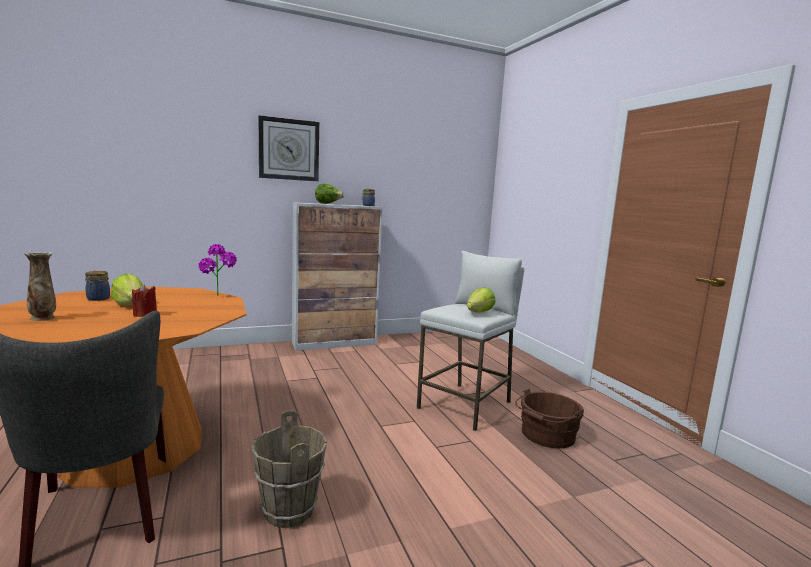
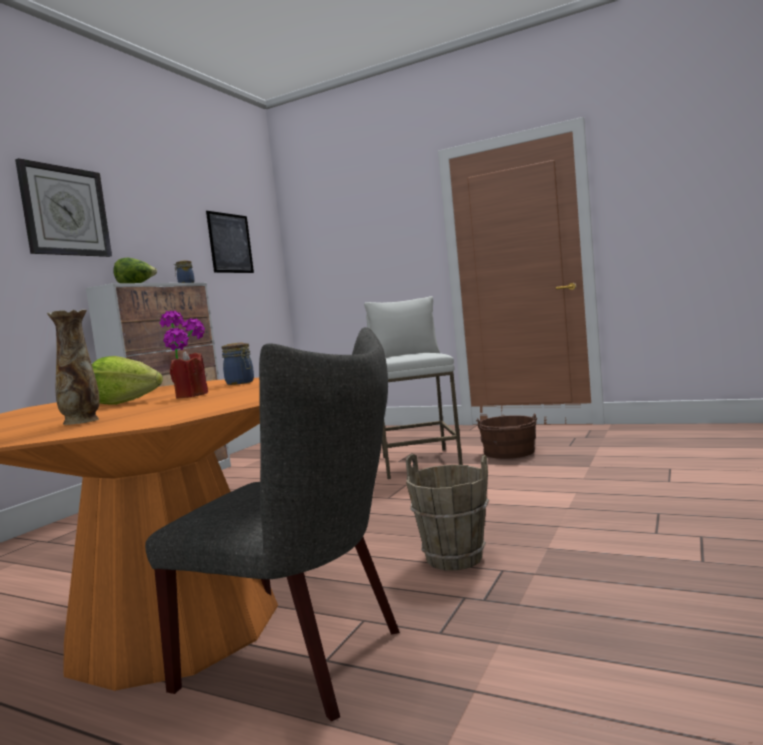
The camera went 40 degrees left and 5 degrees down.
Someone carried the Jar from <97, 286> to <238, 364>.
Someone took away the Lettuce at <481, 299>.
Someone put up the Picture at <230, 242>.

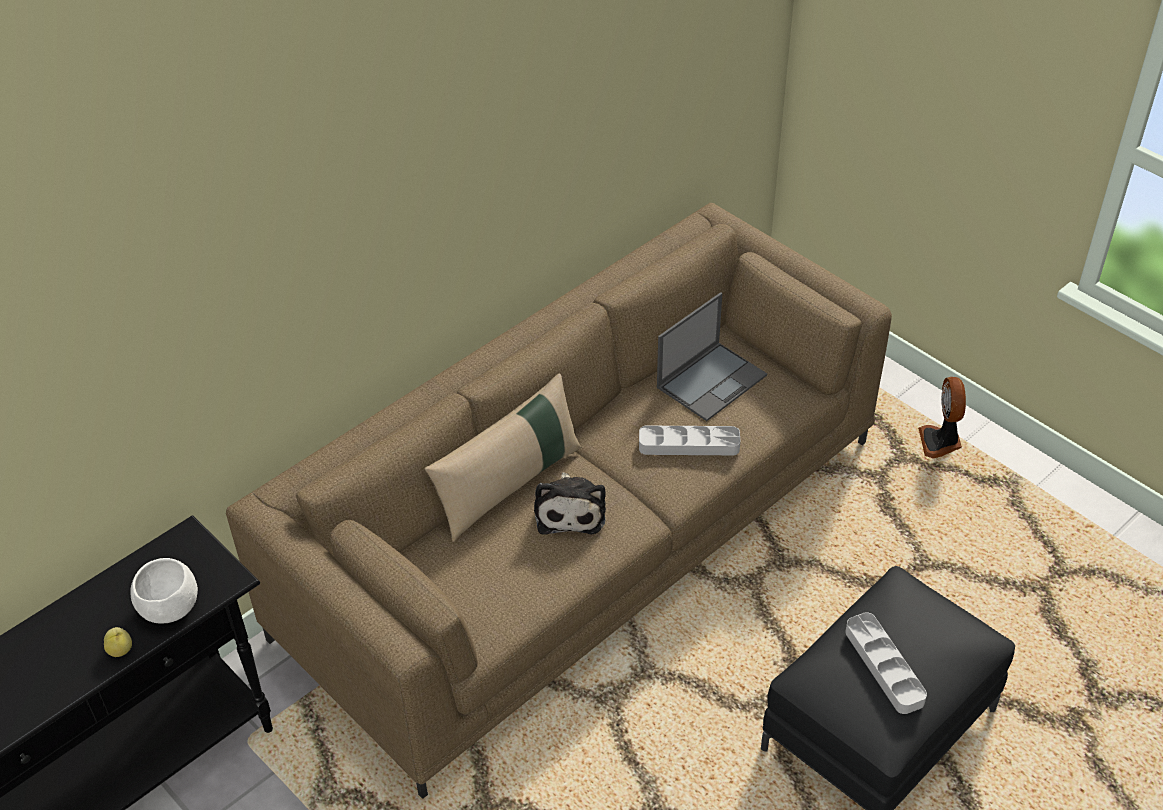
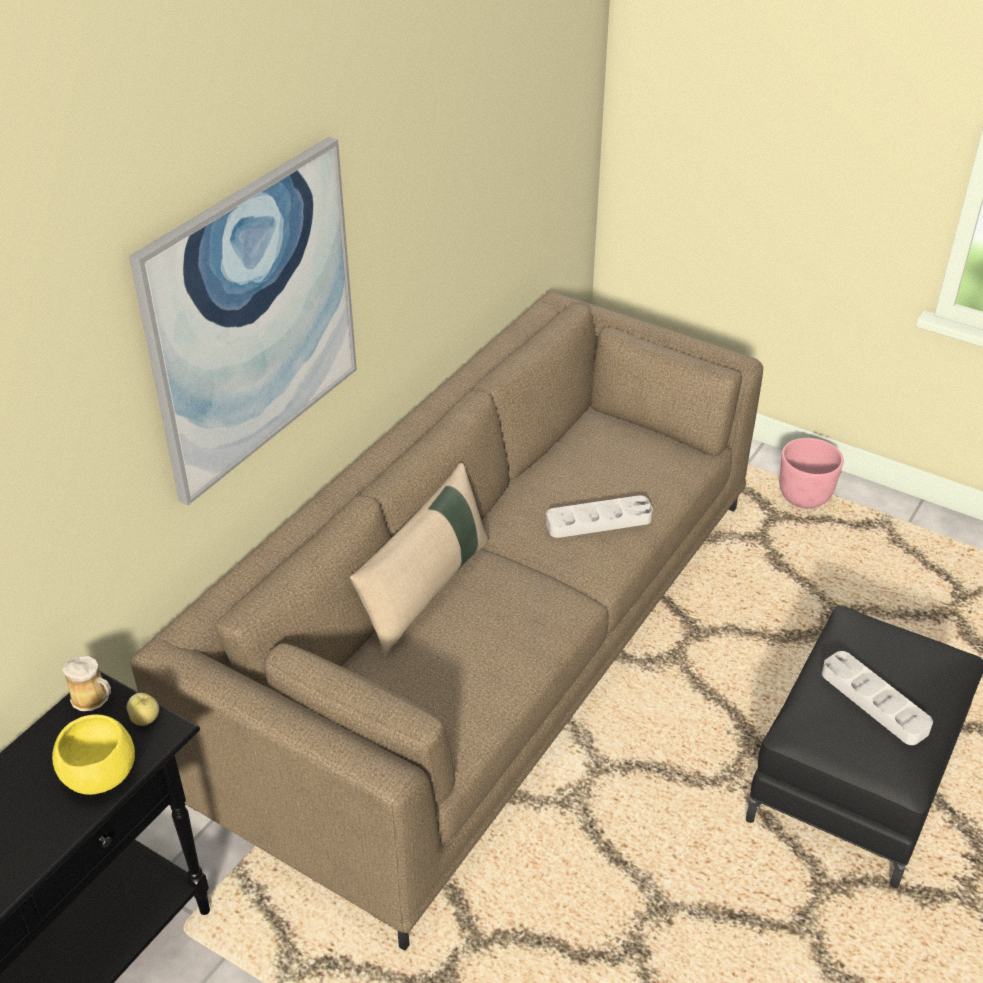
The camera went 15 degrees left and 5 degrees down.
Someone took away the Laptop at <712, 356>.
Someone swapped the Fan at <942, 417> for the PinkPlanter at <811, 473>.
Someone took away the PlushToy at <570, 503>.
Someone repainted the WhiteBowl at <164, 591>, which became the YellowBowl at <93, 754>.
Someone carried the Apple from <118, 642> to <143, 709>.
Someone put up the Picture at <243, 321>.
Someone put down the Mug at <86, 683>.

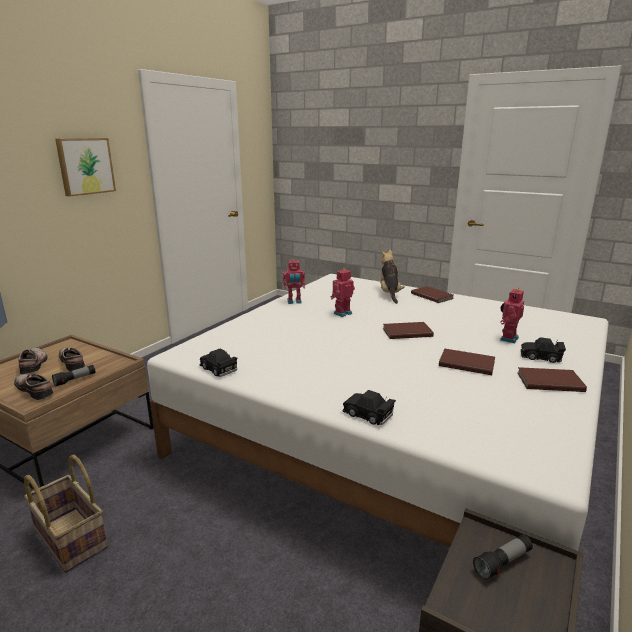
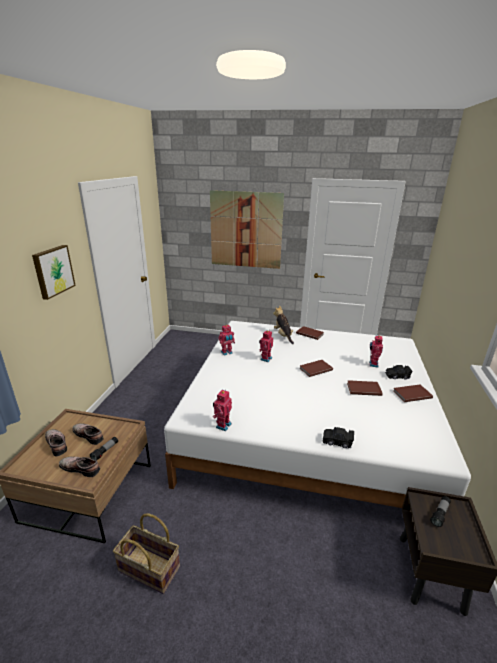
The camera went 20 degrees left and 5 degrees up.
Someone swapped the BlackToyCar at <218, 363> for the ToyRobot at <222, 410>.
Someone put up the Picture at <247, 229>.

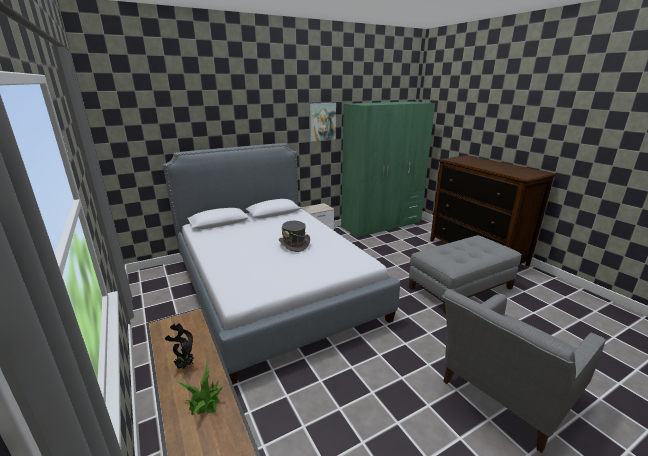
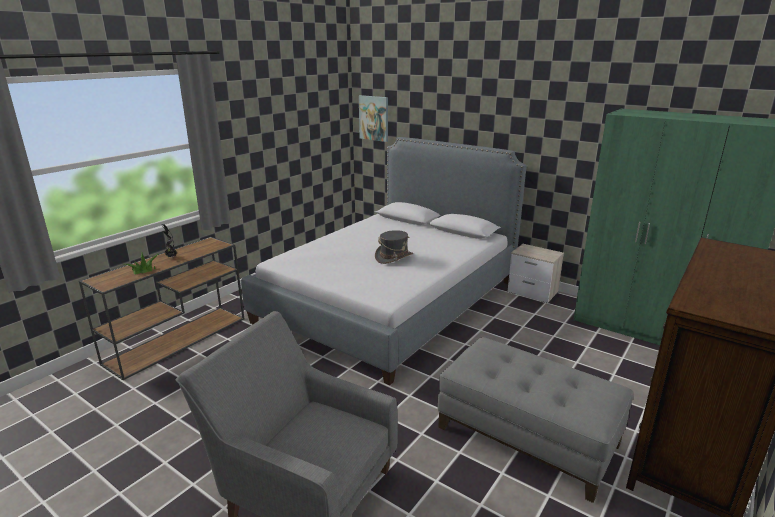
The camera went 65 degrees right and 0 degrees up.
Someone carried the Picture from <322, 122> to <373, 118>.

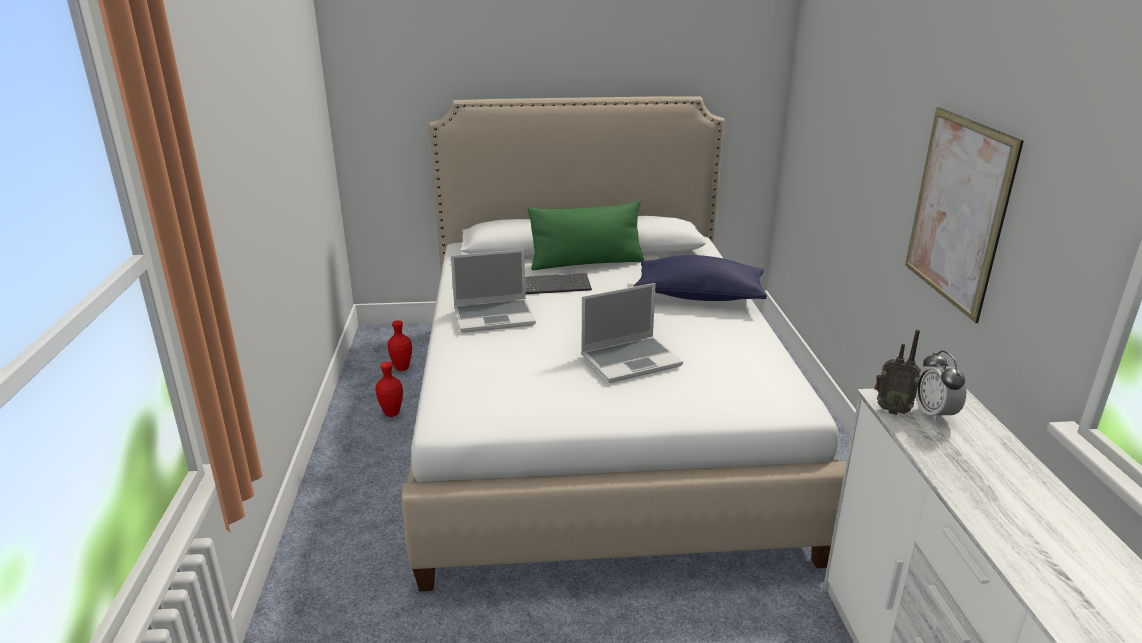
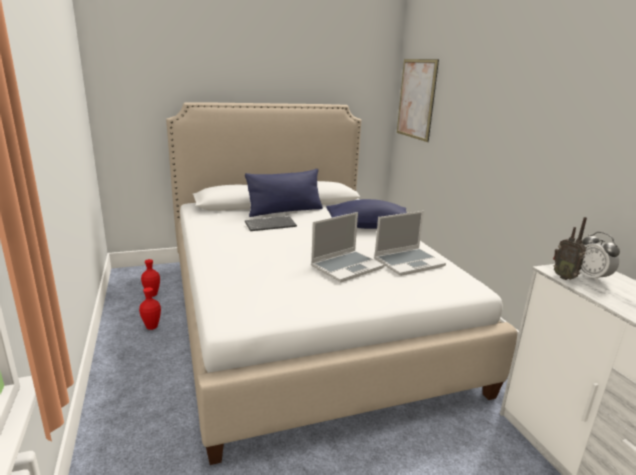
The camera went 15 degrees left and 5 degrees down.
Someone carried the Picture from <964, 215> to <418, 100>.
Someone repainted the GreenPillow at <586, 235>, which became the BluePillow at <284, 193>.
Someone carried the Laptop from <493, 291> to <410, 243>.
Someone rotated the Radio at <897, 372> by 45 degrees clockwise.

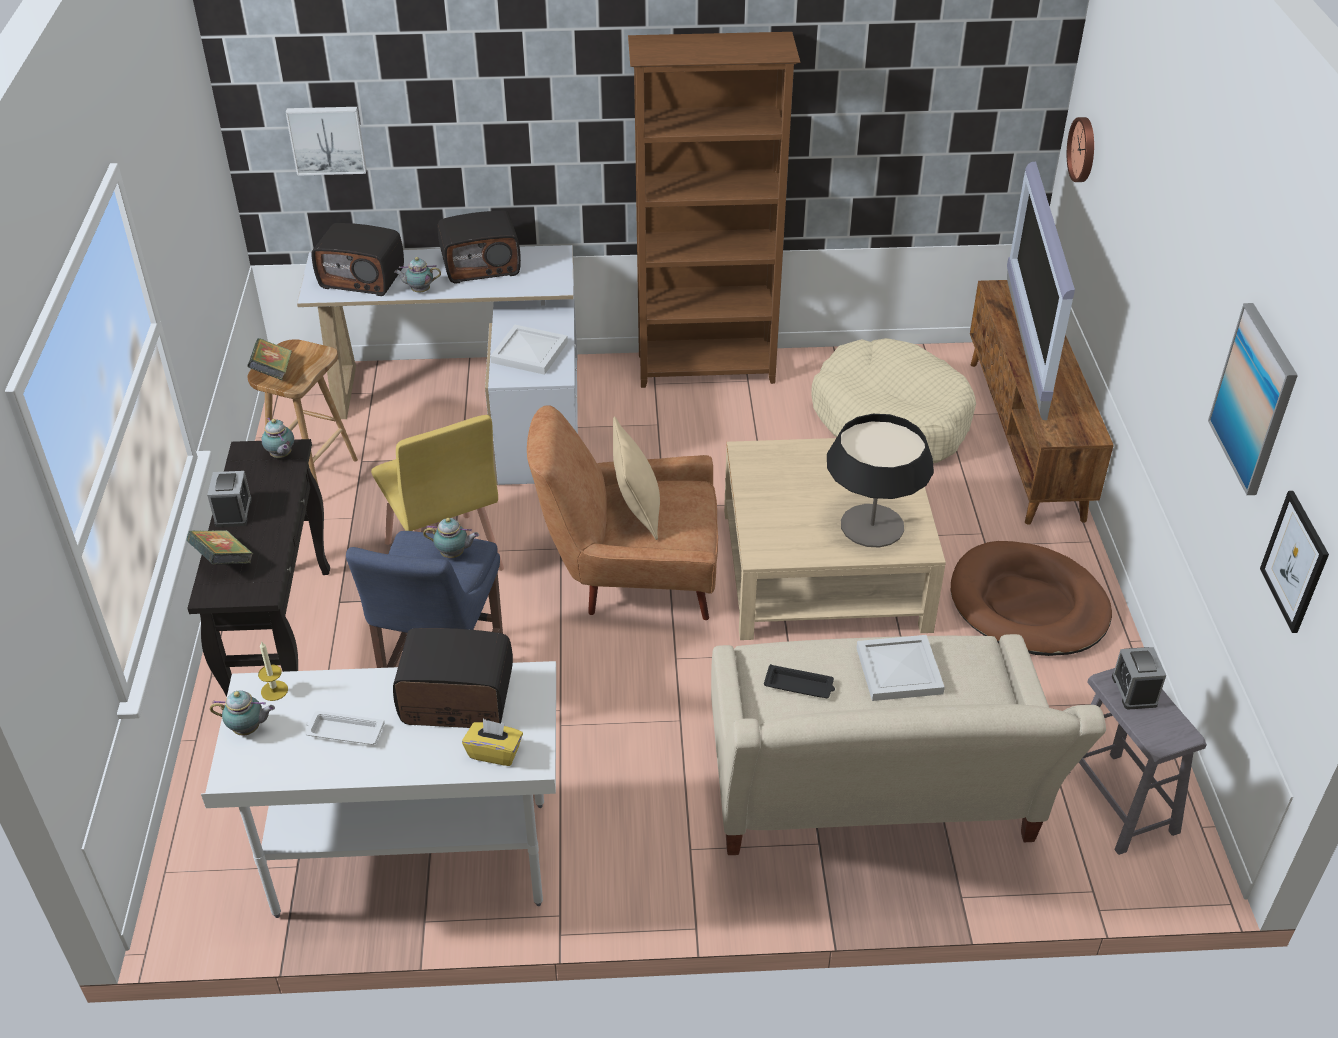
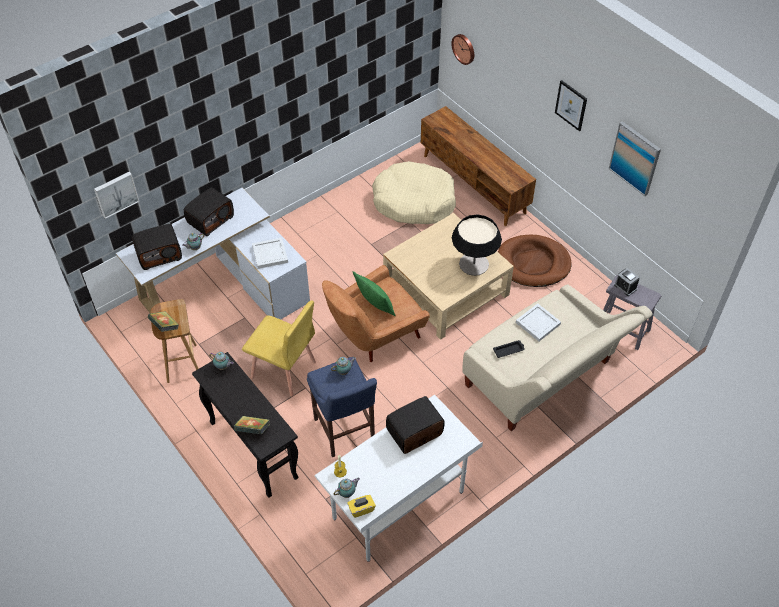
The camera went 35 degrees left and 10 degrees up.
Someone took away the BrownBookcase at <714, 210>.
Someone took away the Television at <1041, 291>.
Someone repainted the BeigePillow at <636, 478>, which became the GreenPillow at <374, 293>.
Someone took away the AlarmClock at <229, 499>.
Someone carried the Picture from <1294, 562> to <571, 105>.
Someone took away the WhiteTray at <345, 728>.
Someone carried the YellowTissueBox from <492, 742> to <361, 506>.

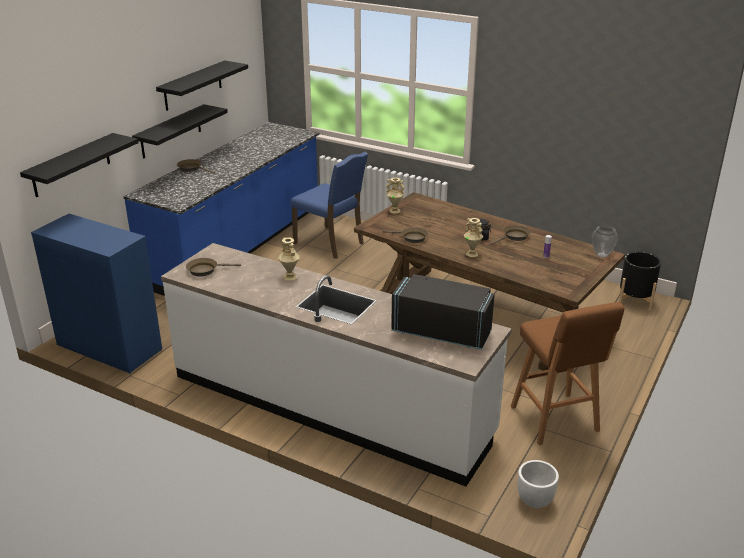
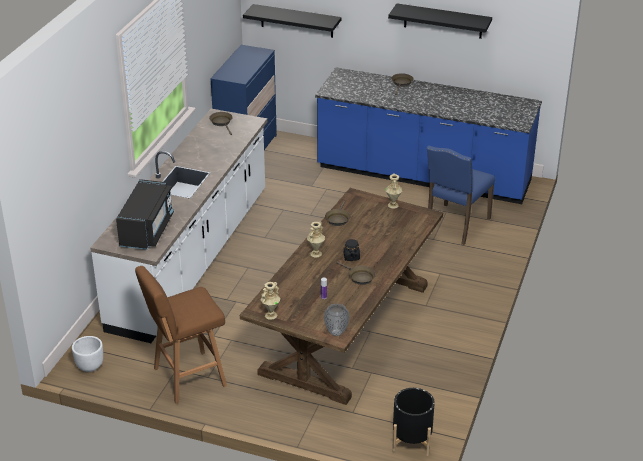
The camera went 80 degrees right and 5 degrees up.
Someone took away the BlackShelf at <180, 131>.
Someone carried the BeigeVase from <289, 259> to <271, 301>.

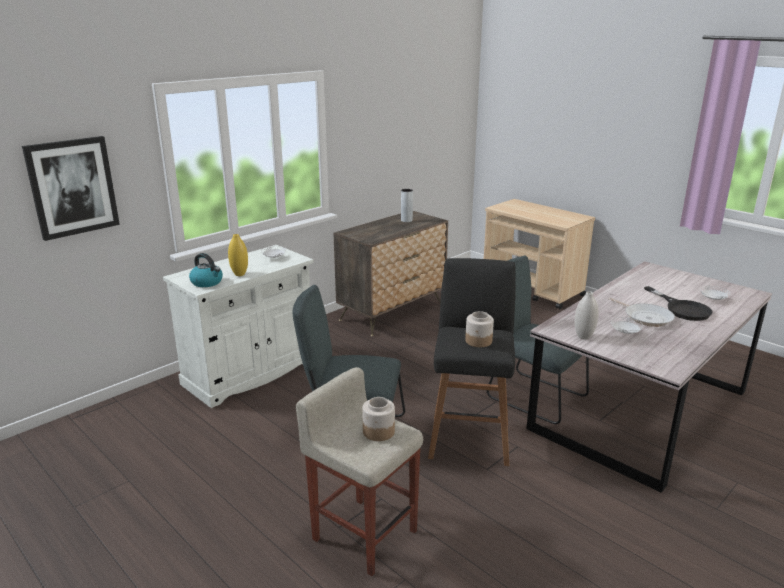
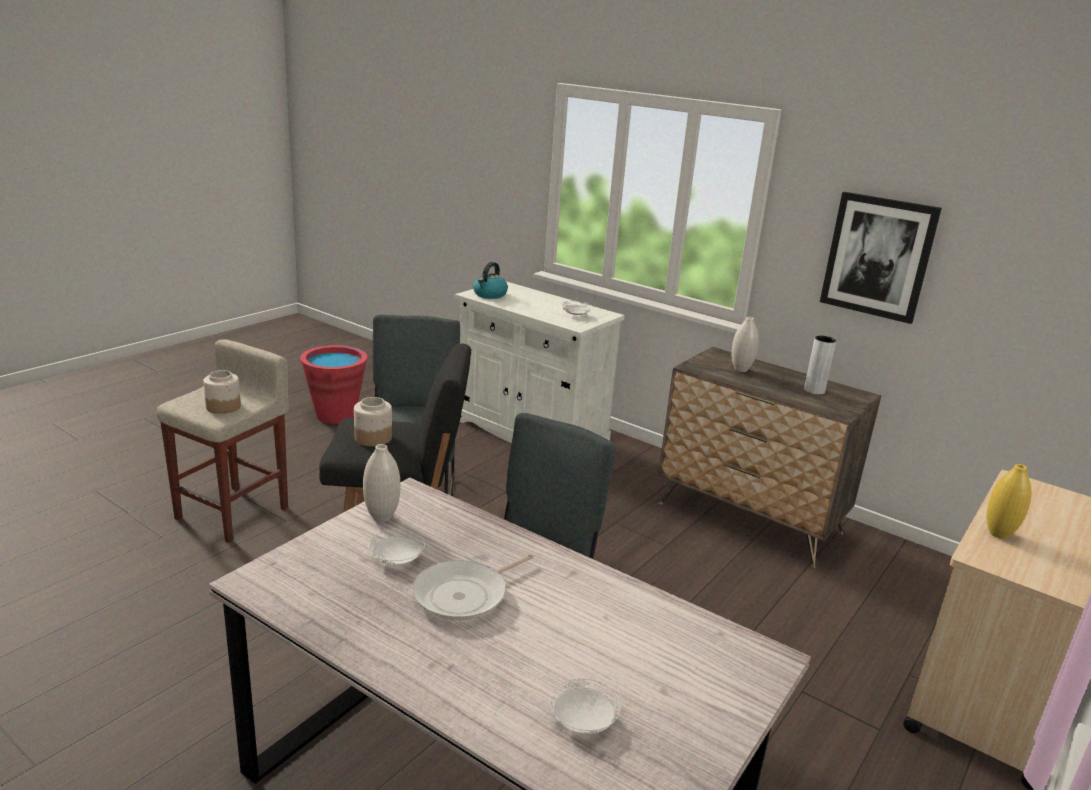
The camera went 80 degrees right and 0 degrees up.
Someone carried the Picture from <71, 188> to <881, 258>.
Someone carried the YellowVase from <238, 255> to <1009, 501>.
Someone took away the BlackFryingPan at <678, 303>.
Someone put down the WhiteVase at <745, 344>.
Someone put down the RedBucket at <333, 384>.

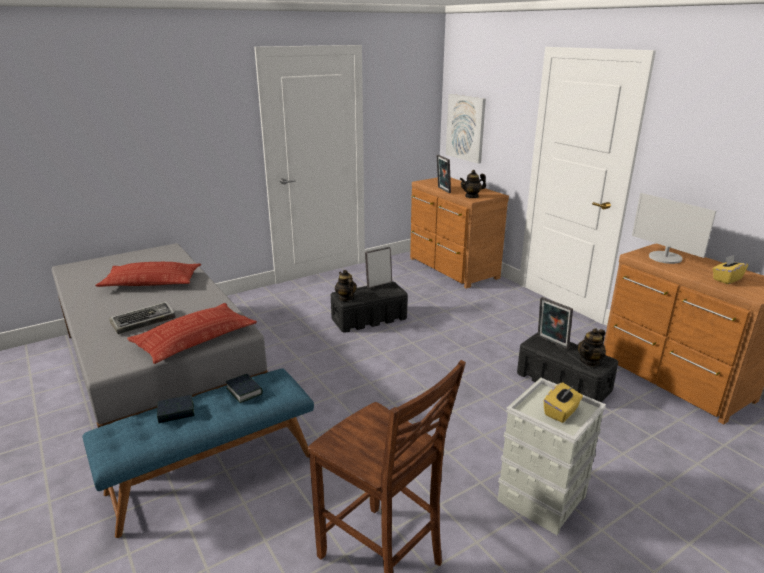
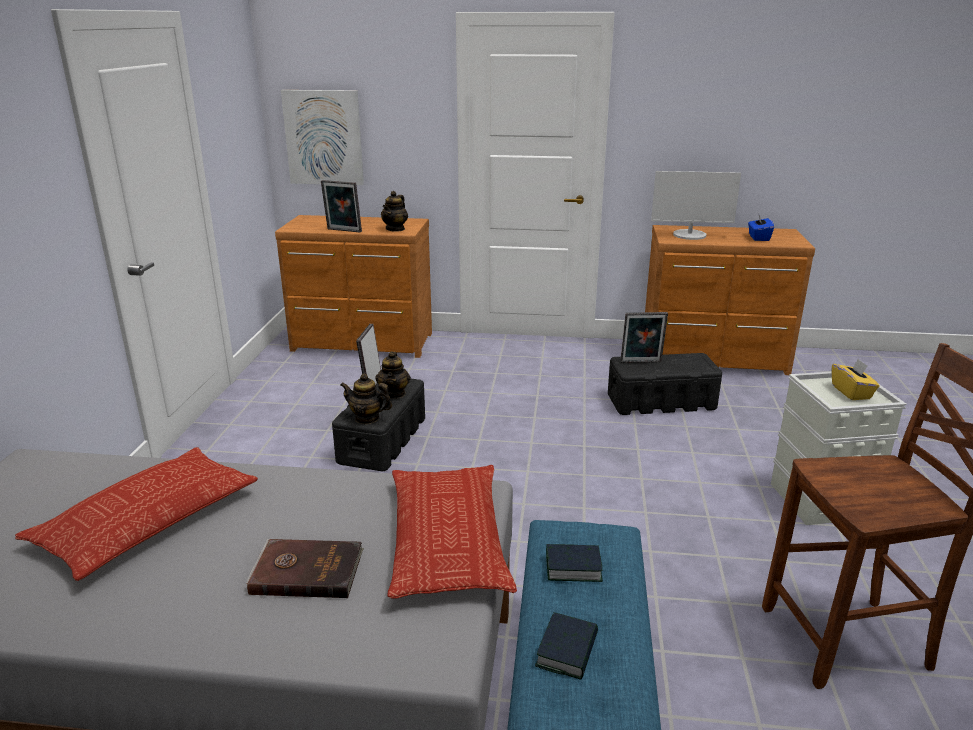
The camera went 50 degrees left and 0 degrees up.
Someone repainted the YellowTissueBox at <730, 269>, which became the BlueTissueBox at <761, 228>.
Someone swapped the Keyboard at <142, 318> for the BrownBook at <305, 568>.
Someone carried the Teapot from <592, 347> to <393, 375>.

